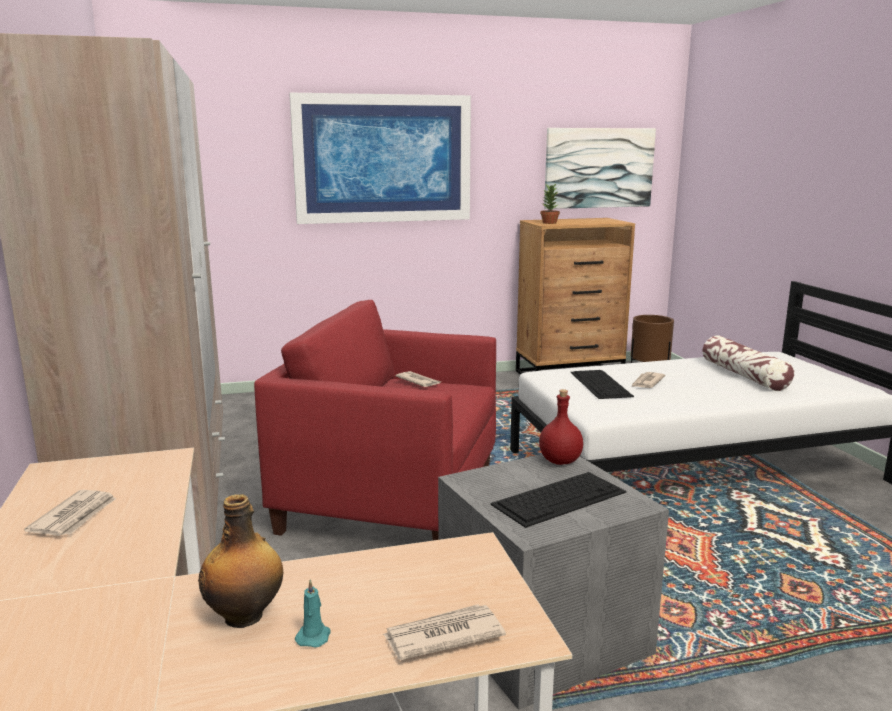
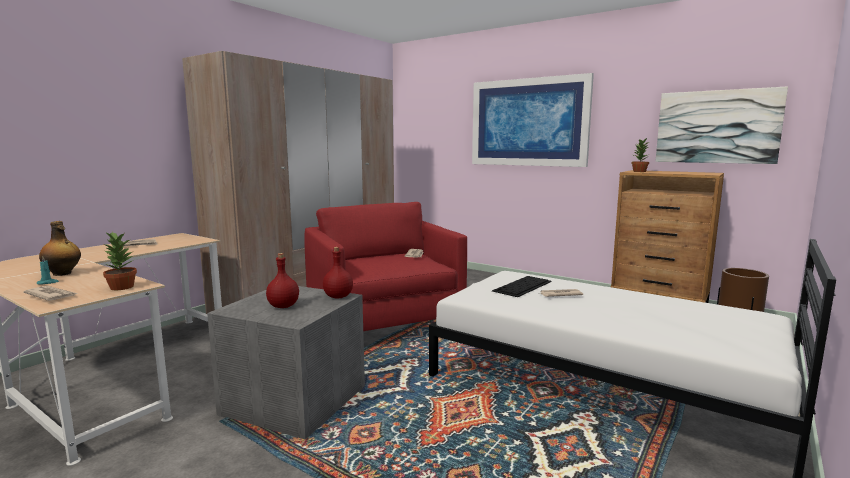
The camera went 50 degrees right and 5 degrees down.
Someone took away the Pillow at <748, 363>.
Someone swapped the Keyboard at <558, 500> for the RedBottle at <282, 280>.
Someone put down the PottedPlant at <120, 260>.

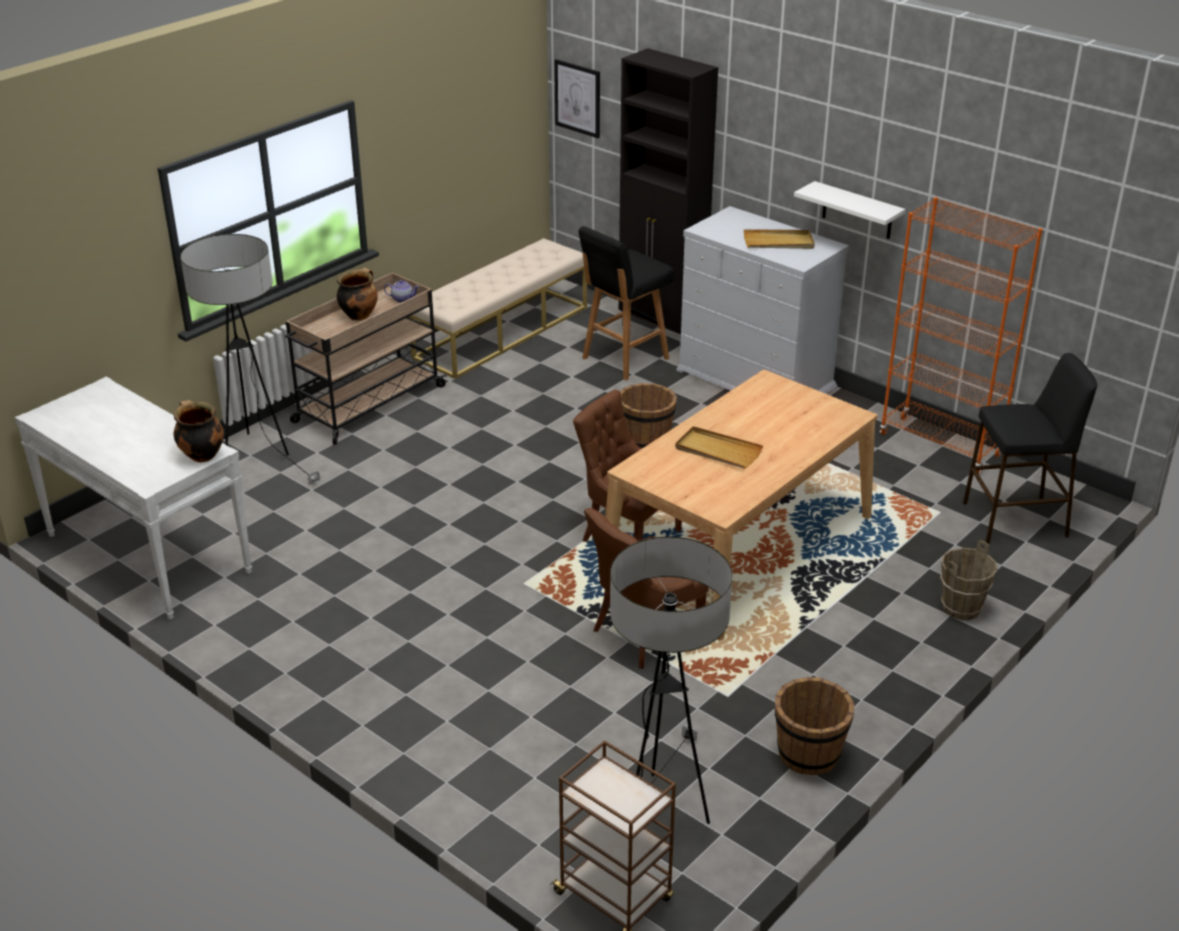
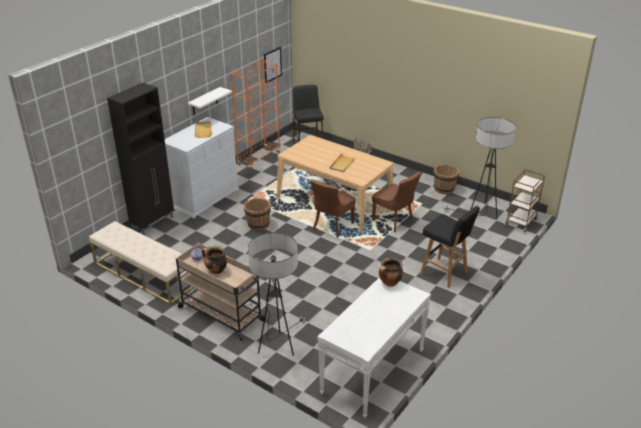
The camera went 95 degrees left and 0 degrees up.
Someone carried the Picture from <577, 98> to <273, 65>.
Someone carried the BlackStool from <626, 303> to <450, 247>.

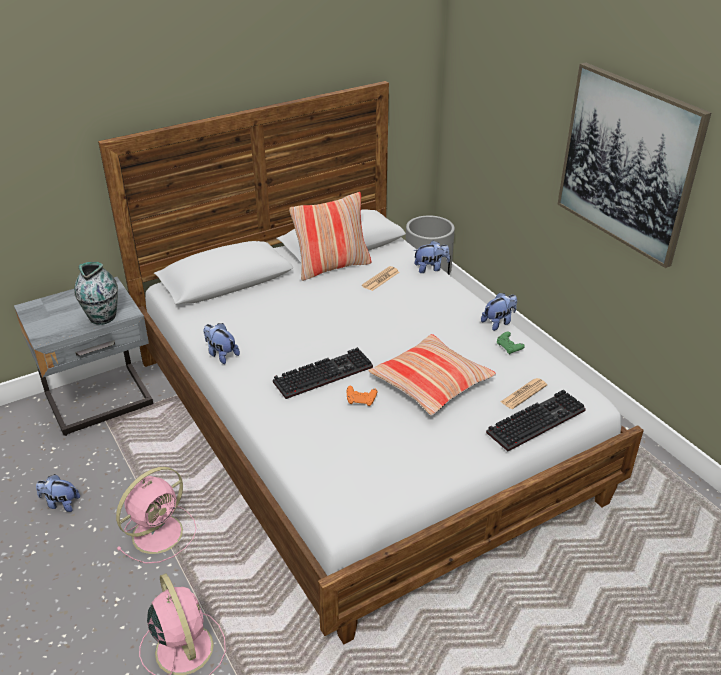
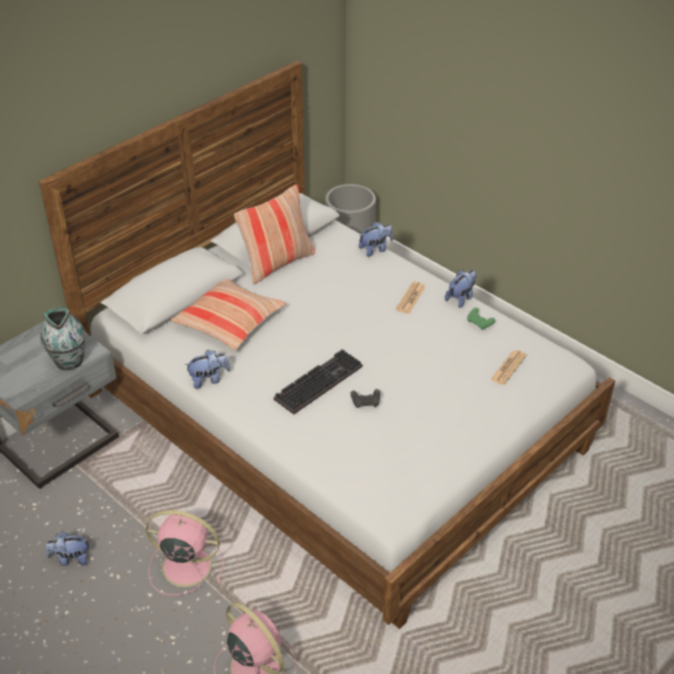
The camera went 15 degrees left and 5 degrees up.
Someone took away the Picture at <634, 165>.
Someone carried the Newspaper from <380, 278> to <410, 297>.
Someone rotated the PlushToy at <222, 343> by 135 degrees clockwise.
Someone carried the Pillow from <432, 375> to <228, 315>.
Someone repainted the OrangeGameController at <362, 396>, which became the BlackGameController at <365, 398>.
Someone took away the Keyboard at <536, 420>.
Someone rotated the PinkFan at <156, 515> by 105 degrees counterclockwise.

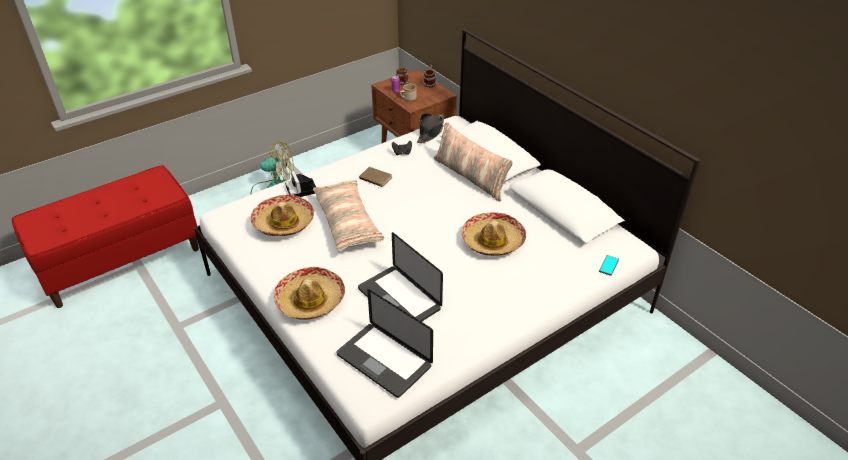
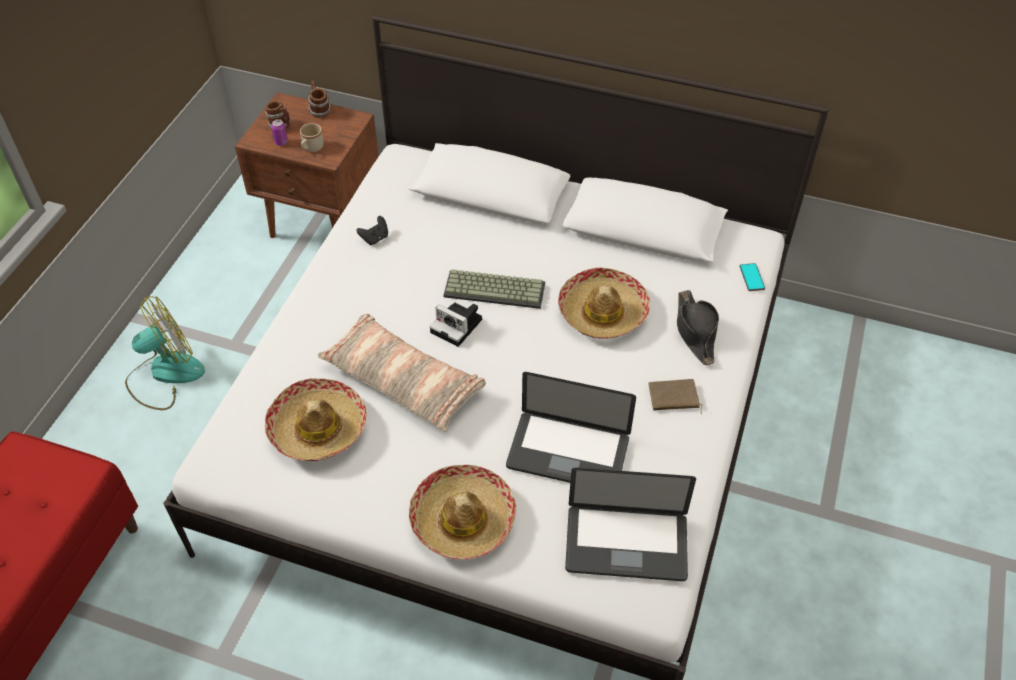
The camera went 35 degrees left and 10 degrees up.
Someone carried the BlackHat from <431, 128> to <698, 327>.
Someone took away the Pillow at <473, 162>.
Someone carried the BrownBook from <376, 177> to <675, 396>.
Someone carried the PhotoCamera from <300, 184> to <456, 325>.
Someone put down the Keyboard at <494, 289>.

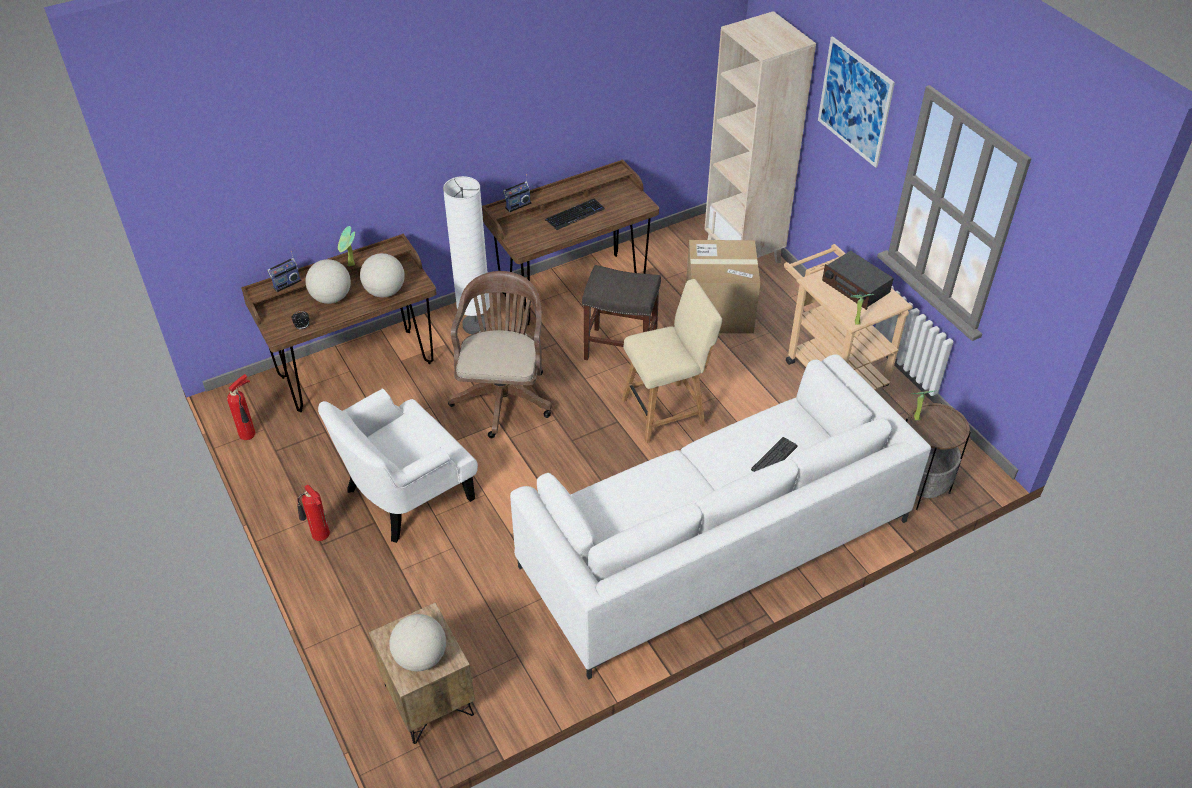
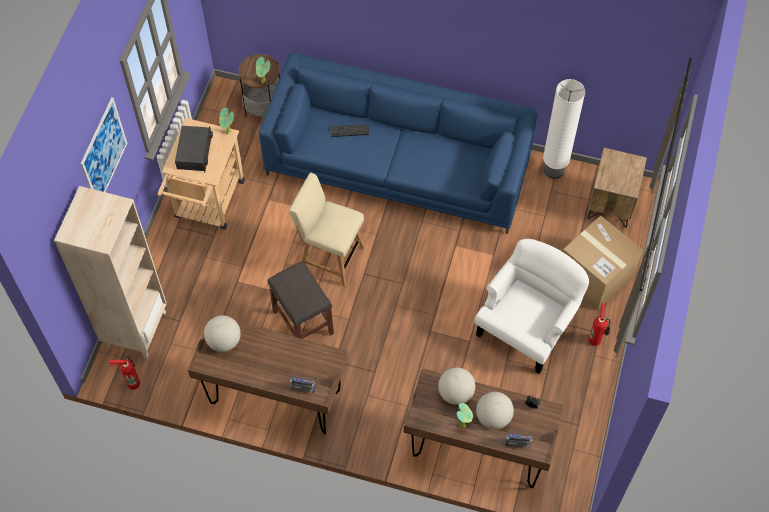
The camera went 135 degrees left and 15 degrees up.
Someone carried the WhiteFloorLamp from <466, 255> to <564, 129>.
Someone took away the Keyboard at <575, 214>.
Someone carried the CardboardBox from <723, 287> to <603, 262>.
Someone took away the BrownOfficeChair at <500, 354>.
Someone repainted the WhiteSofa at <720, 516>, which became the BlueSofa at <399, 143>.
Someone carried the FireExtinguisher from <241, 407> to <125, 373>.
Someone rotated the WhiteArmchair at <398, 465> by 60 degrees counterclockwise.
Someone carried the Globe from <417, 642> to <222, 333>.

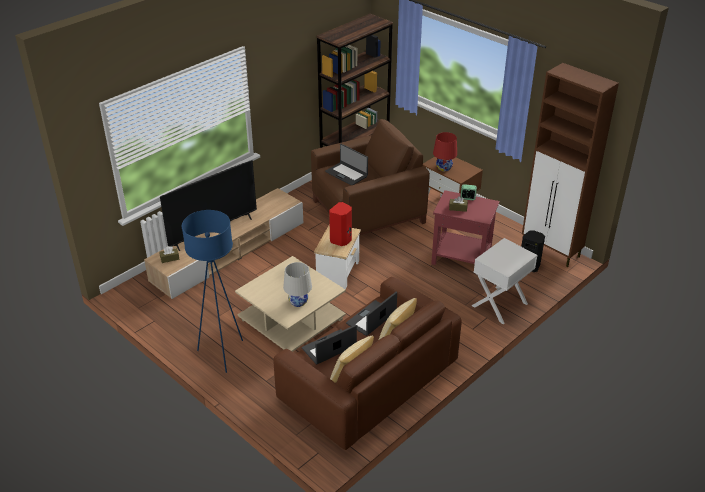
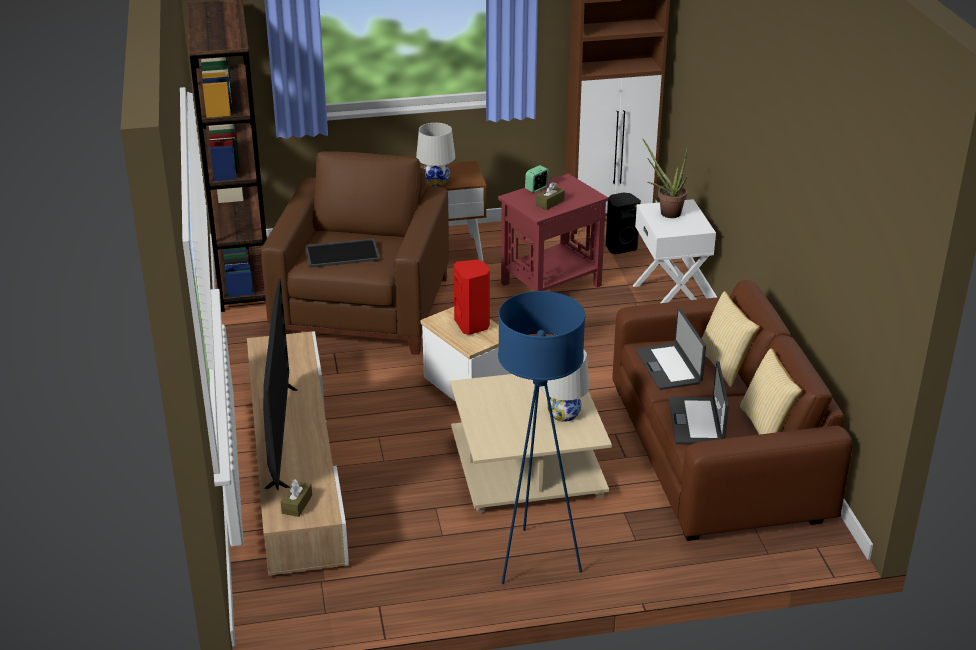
The camera went 55 degrees left and 5 degrees down.
Someone repainted the RedTableLamp at <445, 151>, which became the WhiteTableLamp at <435, 155>.
Someone swapped the Laptop at <346, 164> for the Tray at <342, 253>.
Someone put down the PottedPlant at <664, 178>.

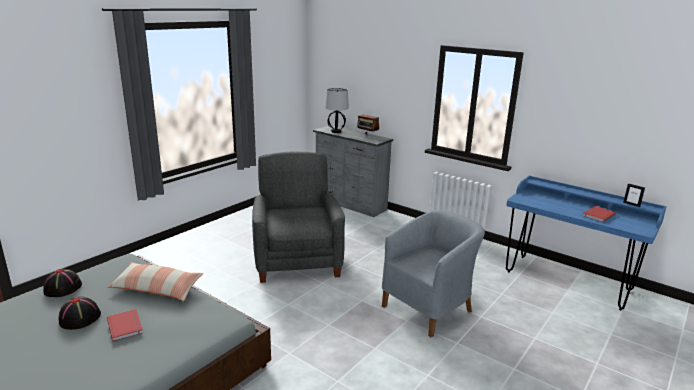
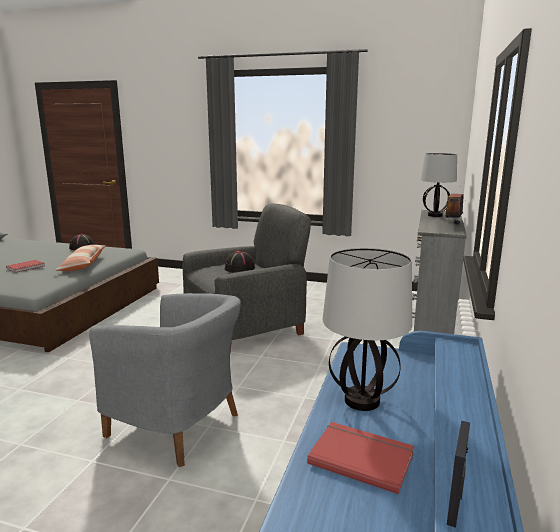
The camera went 70 degrees right and 5 degrees down.
Someone carried the BlackHat from <79, 313> to <240, 262>.
Someone put down the TableLamp at <367, 329>.

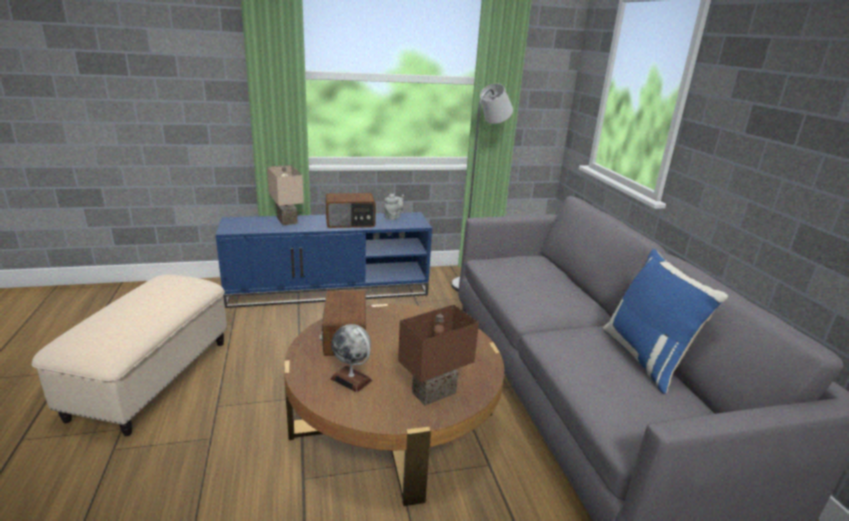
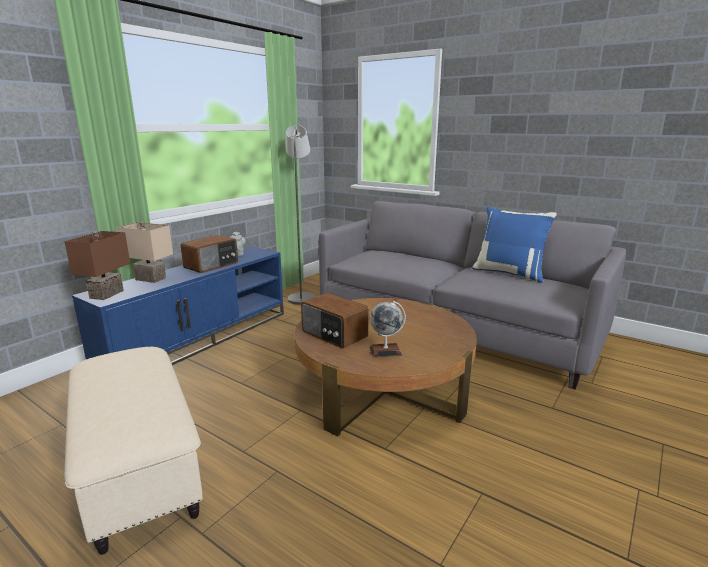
The camera went 40 degrees left and 5 degrees down.
Someone carried the BrownTableLamp from <438, 355> to <97, 265>.

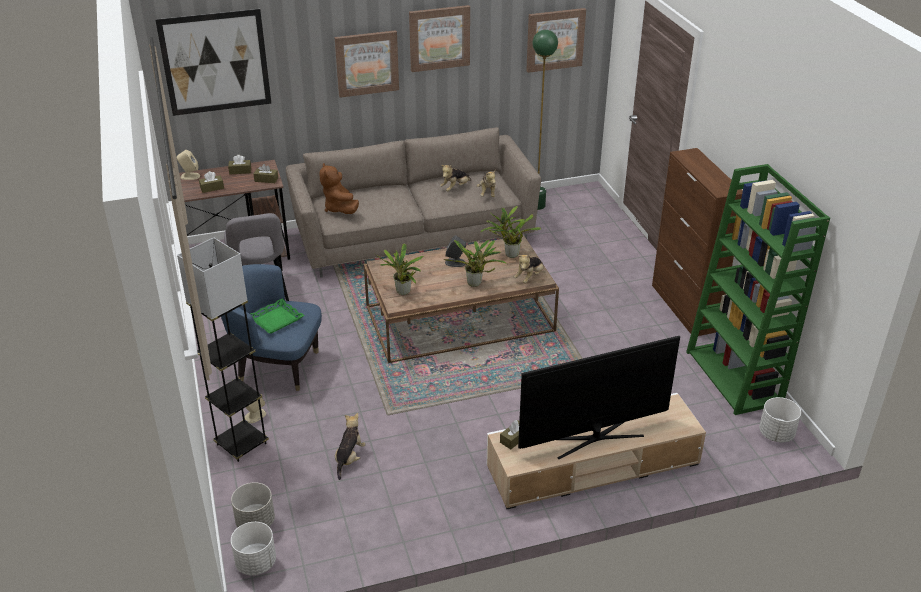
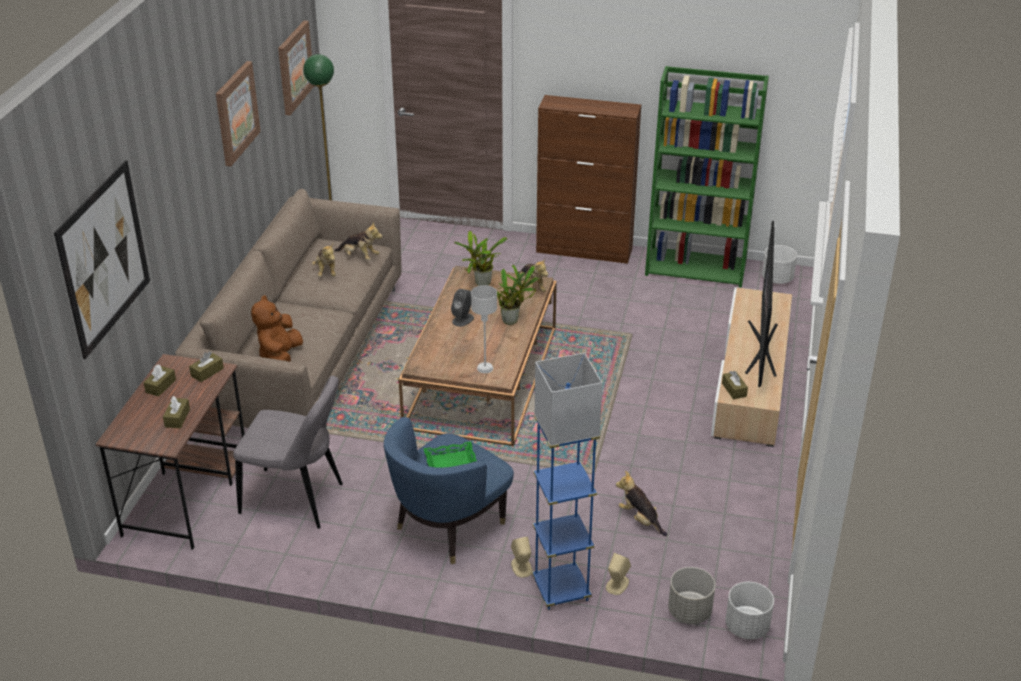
The camera went 60 degrees left and 0 degrees up.
Someone took away the Picture at <367, 64>.
Someone carried the BeigeSpeaker from <188, 165> to <618, 574>.
Someone rotated the BrownPlushToy at <339, 188> by 90 degrees clockwise.
Someone repainted the GreyFloorLamp at <223, 350>, which became the BlueFloorLamp at <567, 481>.
Someone swapped the PottedPlant at <399, 269> for the GreyTableLamp at <484, 329>.

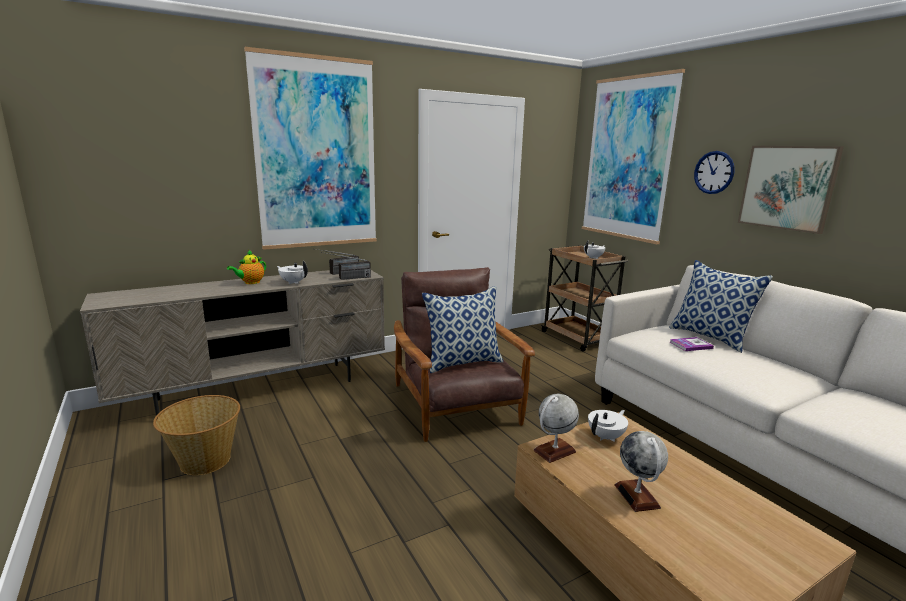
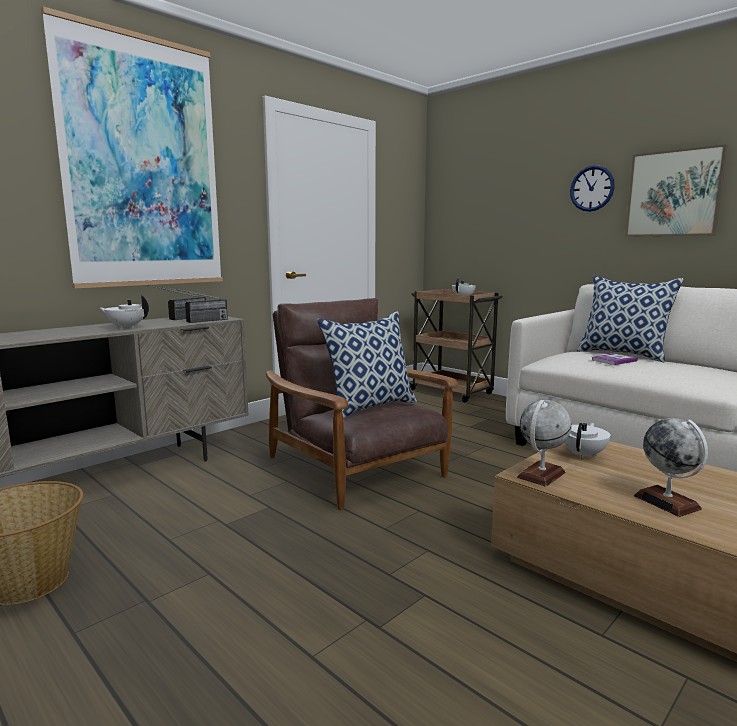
The camera went 15 degrees left and 5 degrees down.
Someone took away the Picture at <633, 156>.
Someone took away the Teapot at <246, 267>.

